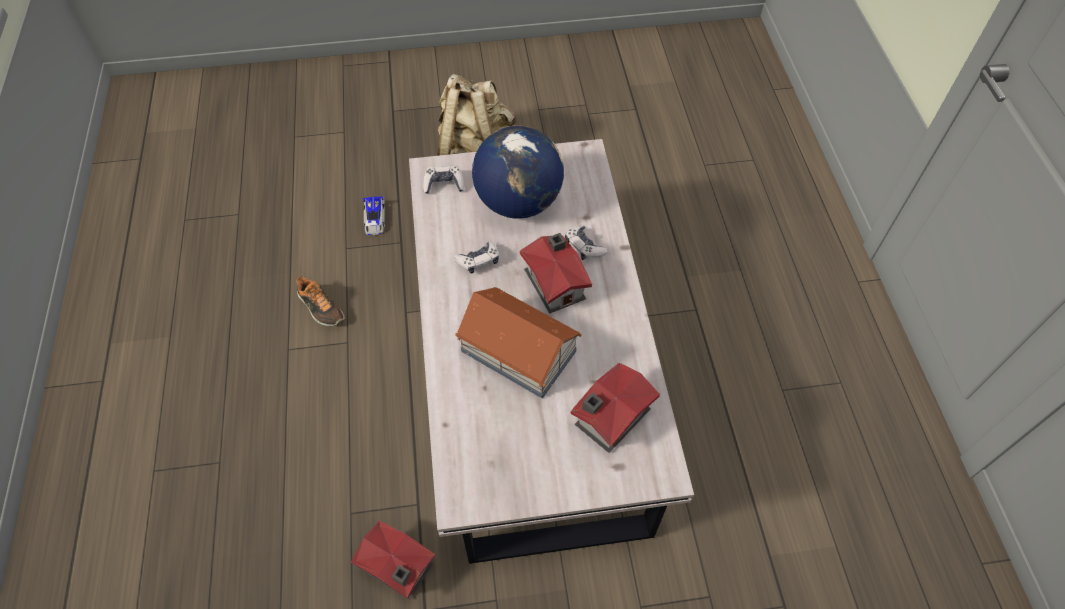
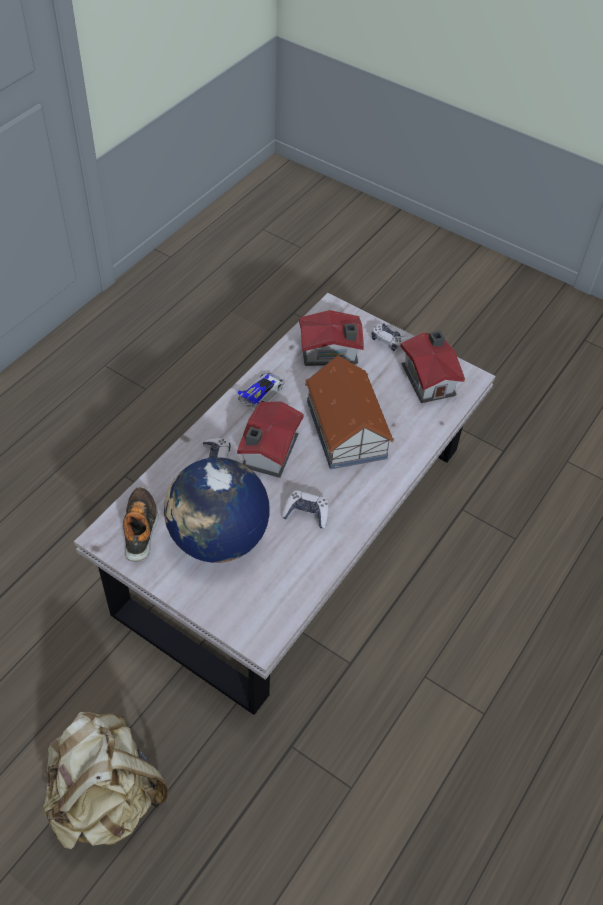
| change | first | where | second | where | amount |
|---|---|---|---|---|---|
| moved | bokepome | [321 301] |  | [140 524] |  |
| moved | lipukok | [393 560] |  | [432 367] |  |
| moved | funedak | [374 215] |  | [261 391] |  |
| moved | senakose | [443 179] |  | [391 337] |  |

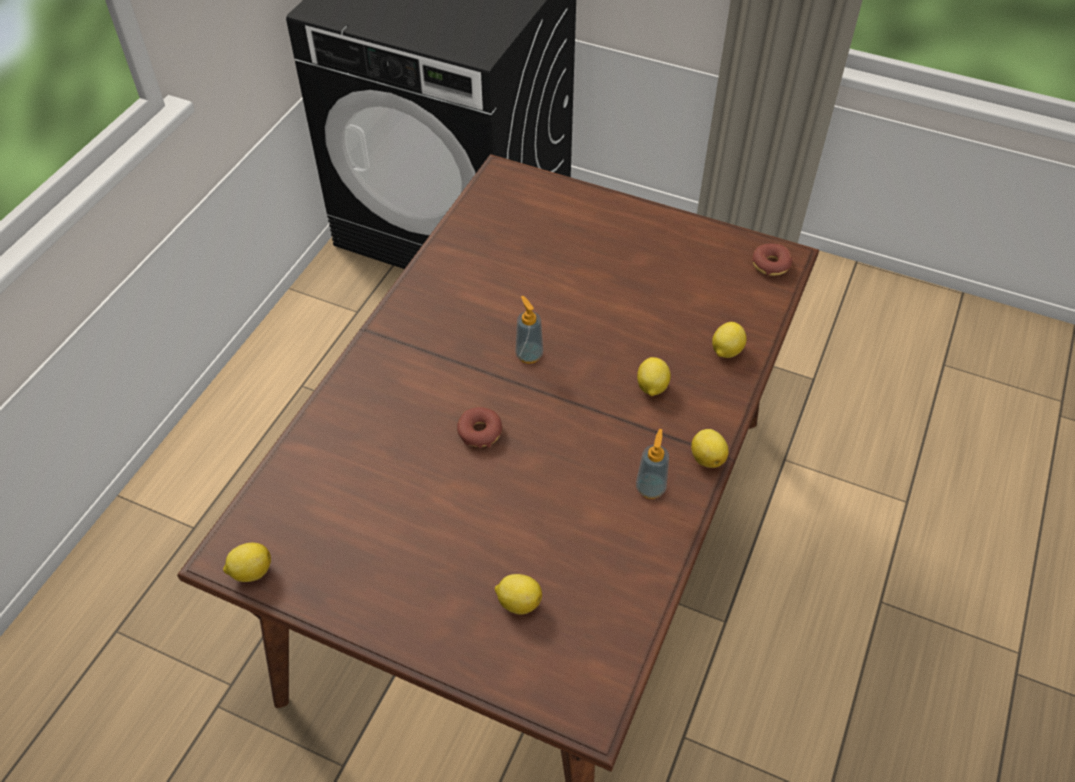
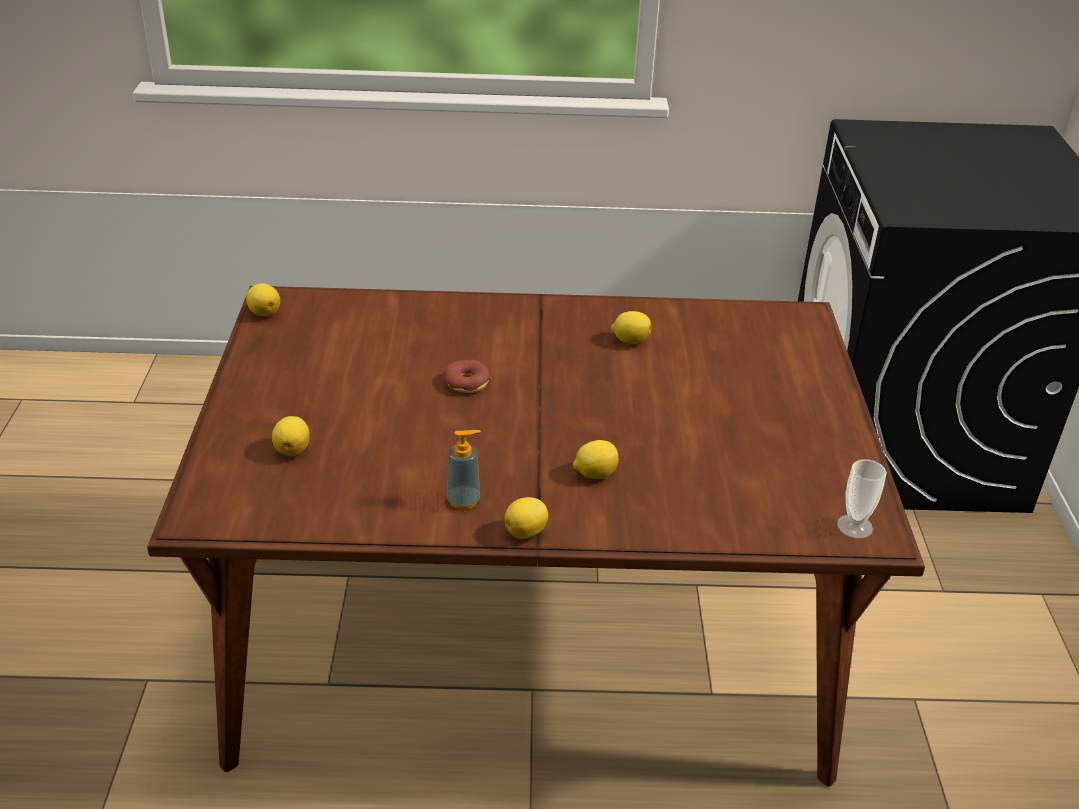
| change | first | where | second | where | amount |
|---|---|---|---|---|---|
| removed | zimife | [529 330] |  |  |  |
| moved | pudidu | [729 340] |  | [631 327] |  |
| replaced | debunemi | [772 260] | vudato | [862 499] |  |

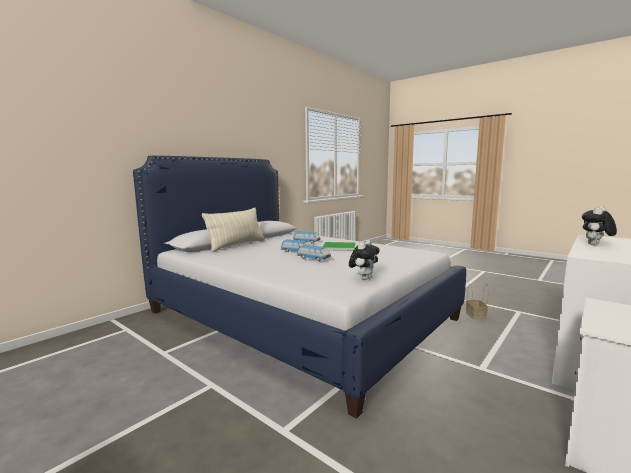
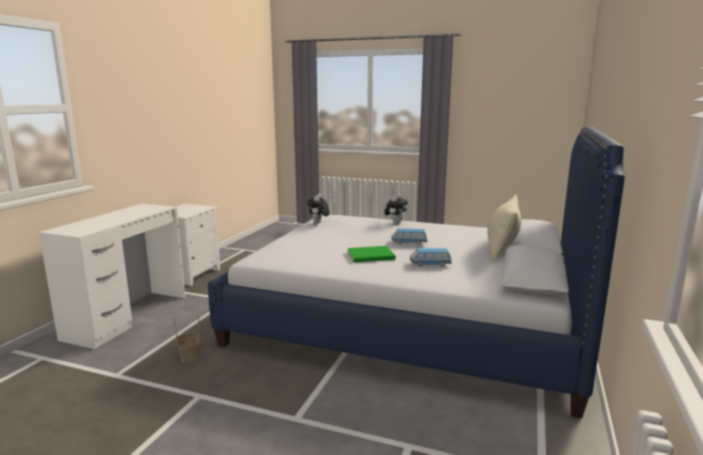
| change | first | where | second | where | amount |
|---|---|---|---|---|---|
| removed | funedak | [314 253] |  |  |  |
| moved | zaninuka | [599 225] |  | [396 209] |  |

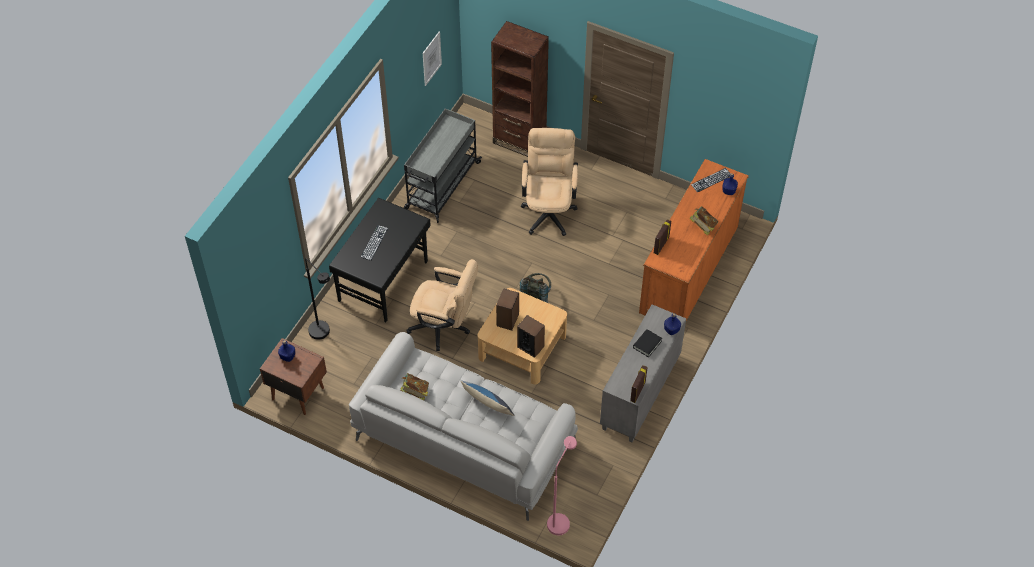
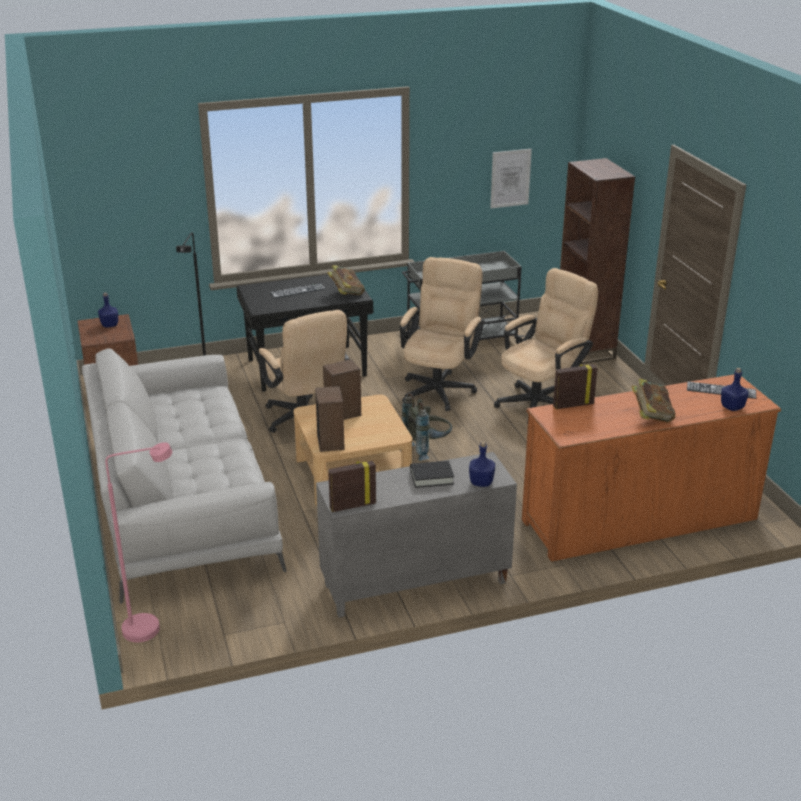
| change | first | where | second | where | amount |
|---|---|---|---|---|---|
| removed | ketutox | [487 398] |  |  |  |
| added |  |  | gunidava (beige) | [442 334] |  |
| moved | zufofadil | [414 386] |  | [346 280] |  |

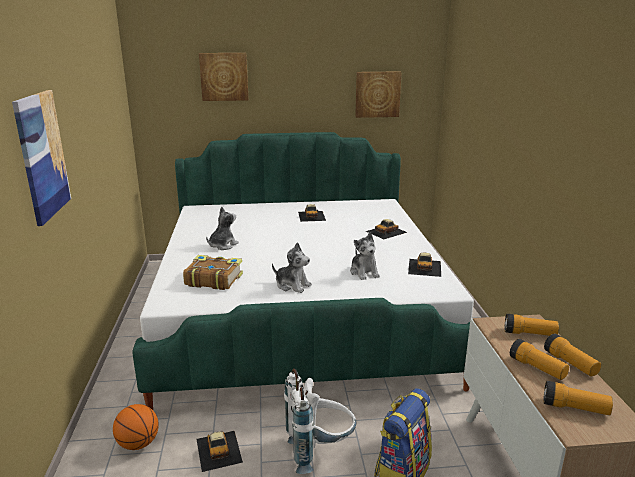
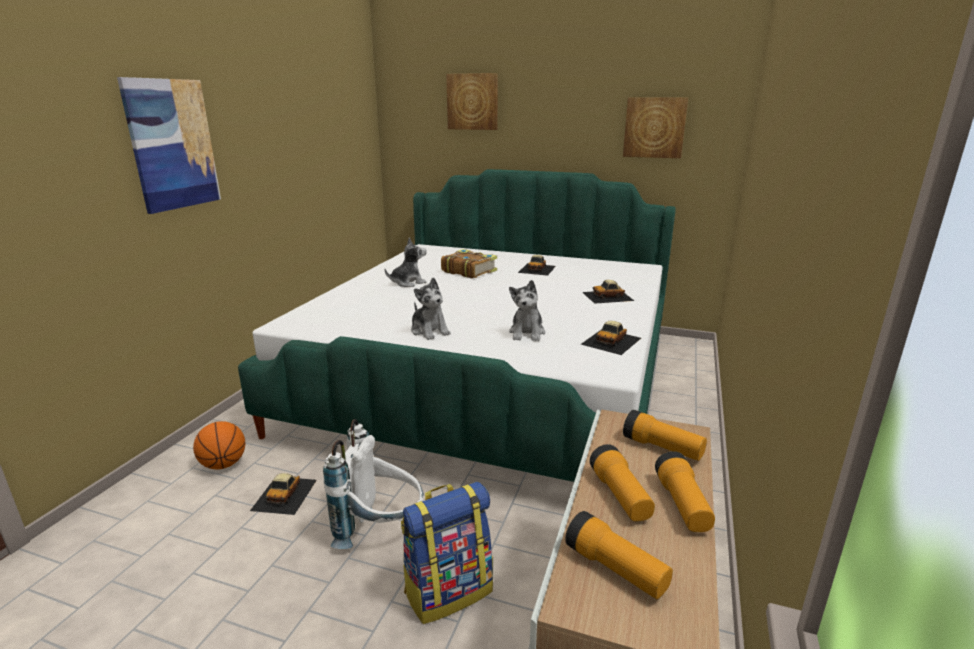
| change | first | where | second | where | amount |
|---|---|---|---|---|---|
| moved | zufofadil | [213 272] |  | [469 263] |  |

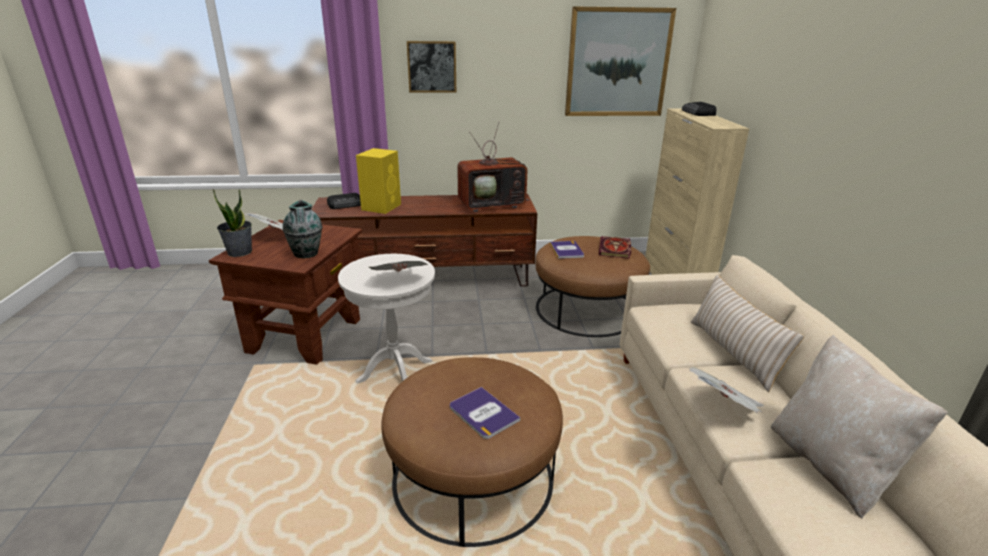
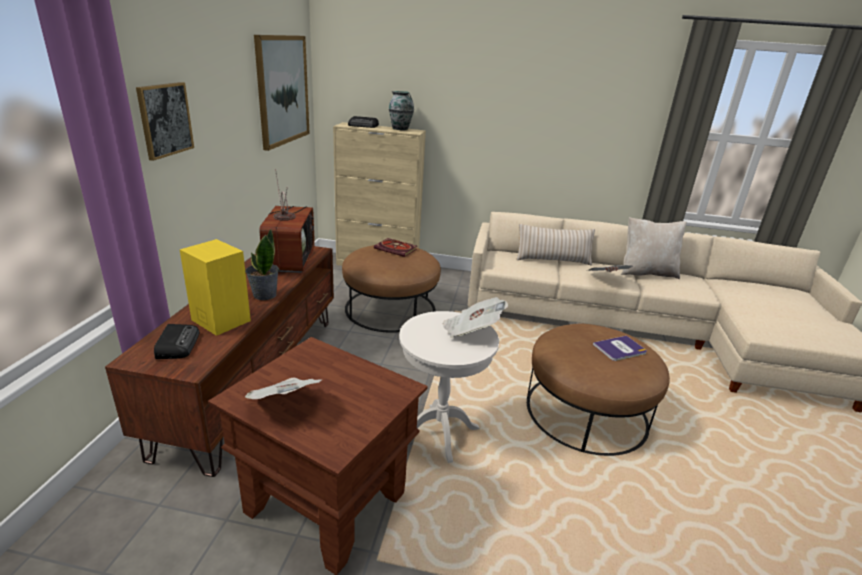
| change | first | where | second | where | amount |
|---|---|---|---|---|---|
| removed | zufofadil | [567 250] |  |  |  |
| moved | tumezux | [232 223] |  | [262 264] |  |
| moved | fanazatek | [302 229] |  | [401 110] |  |

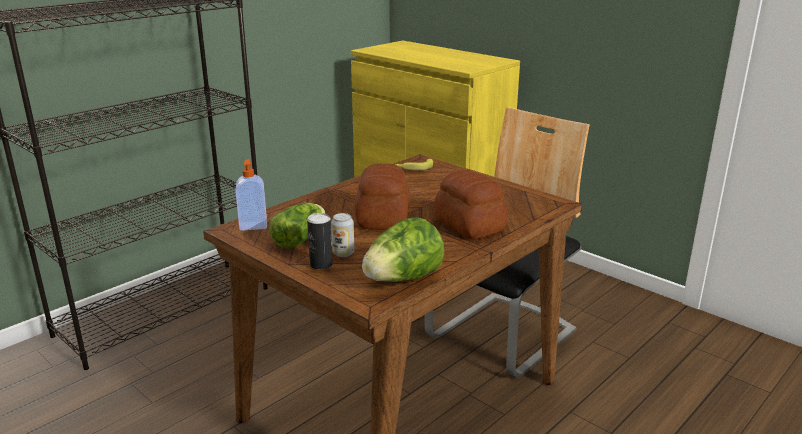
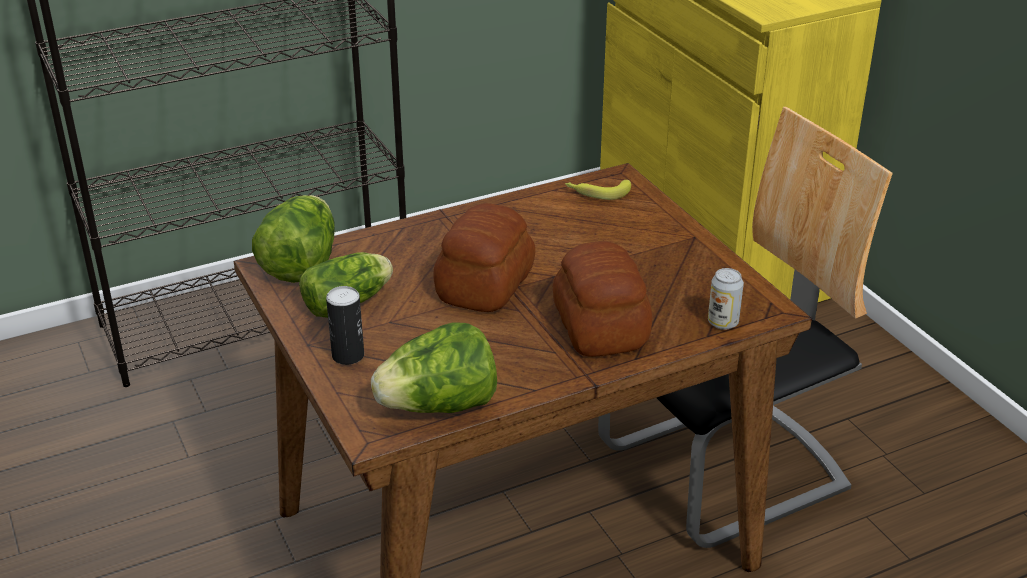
| change | first | where | second | where | amount |
|---|---|---|---|---|---|
| moved | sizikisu | [342 235] |  | [726 299] |  |
| replaced | zimife | [251 195] | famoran | [293 239] |  |

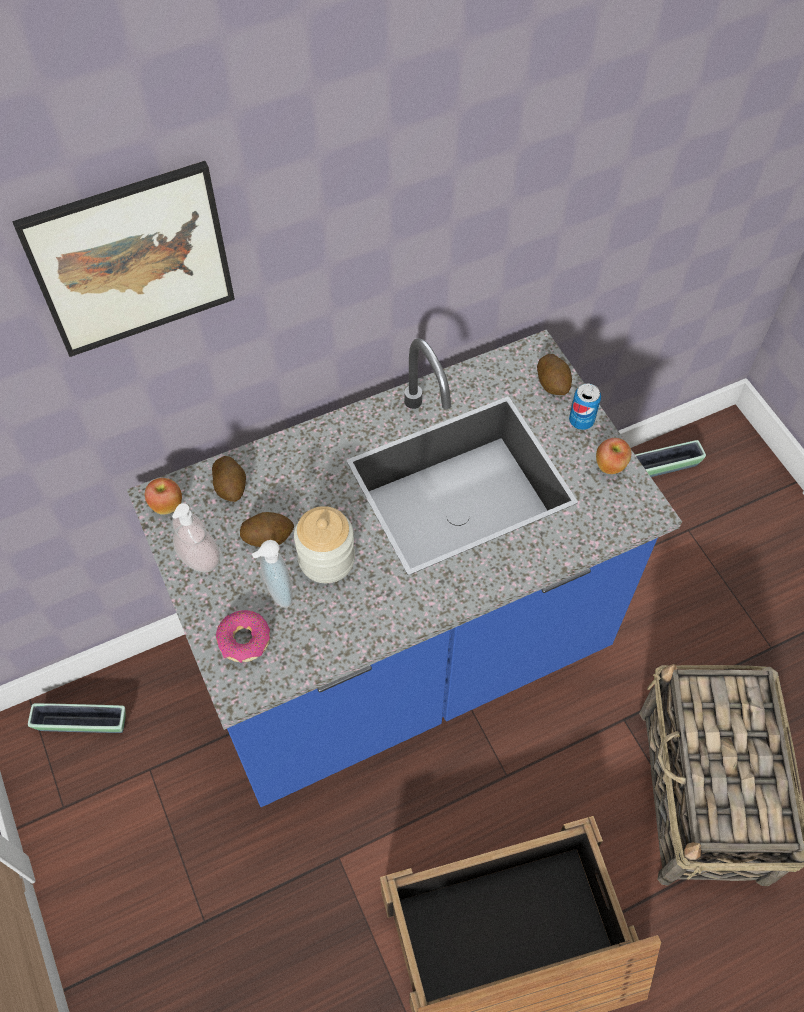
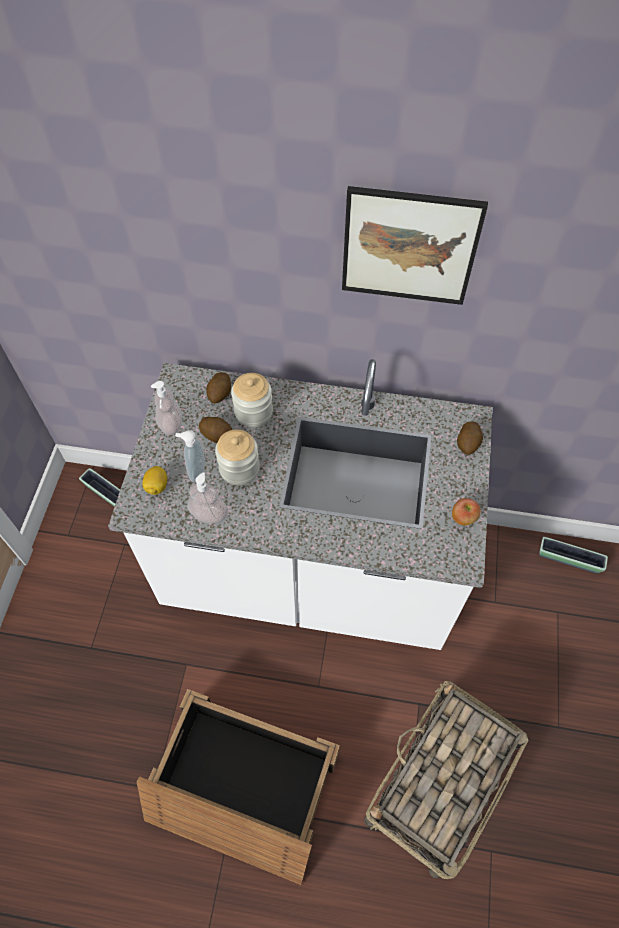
| change | first | where | second | where | amount |
|---|---|---|---|---|---|
| removed | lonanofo | [163 496] |  |  |  |
| removed | sizikisu | [585 406] |  |  |  |
| added |  |  | zimife | [207 497] |  |
| added |  |  | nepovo | [252 400] |  |
| moved | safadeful | [123 259] |  | [415 245] |  |
| replaced | debunemi | [243 636] | pudidu | [154 480] |  |
| recoloured | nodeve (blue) | [404 568] | nodeve (white) | [300 504] |  |

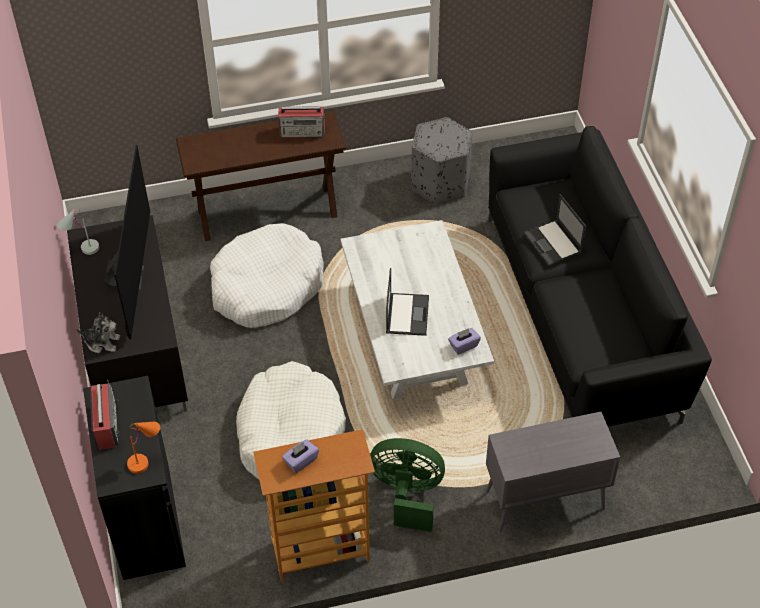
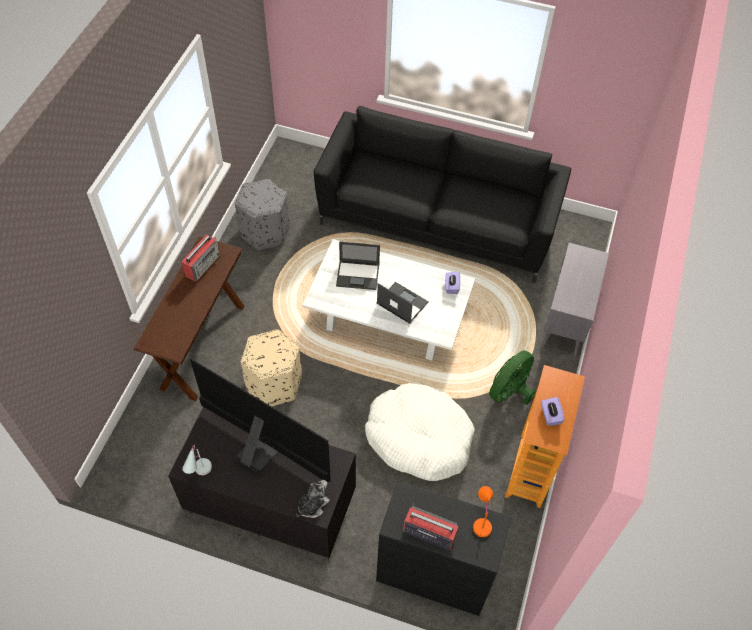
| change | first | where | second | where | amount |
|---|---|---|---|---|---|
| moved | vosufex | [555 230] |  | [358 266] |  |
| replaced | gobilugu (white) | [267 275] | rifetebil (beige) | [271 367] |  |

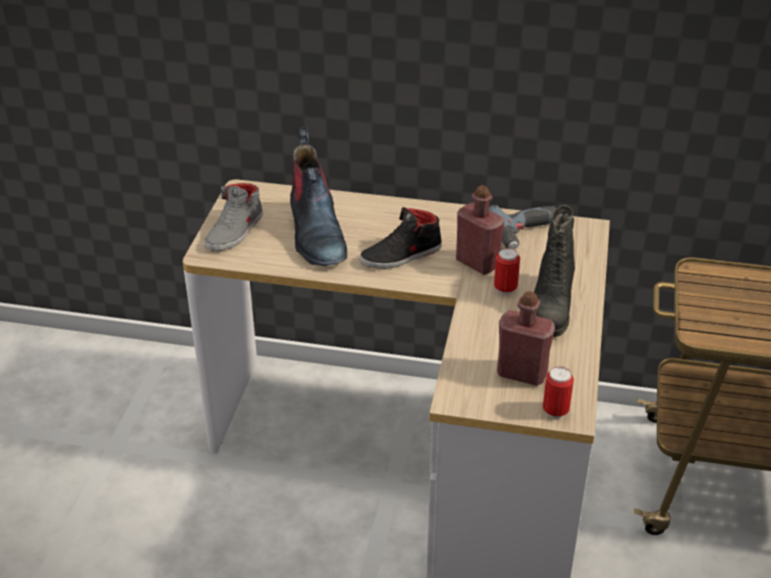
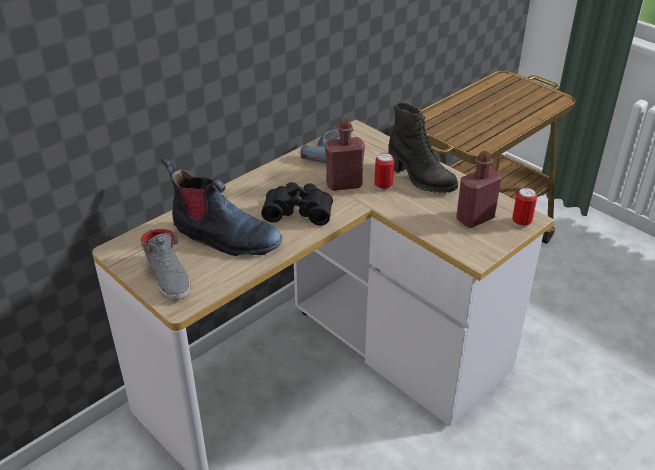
| change | first | where | second | where | amount |
|---|---|---|---|---|---|
| replaced | bokepome (black) | [401 238] | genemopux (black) | [297 204] |  |

